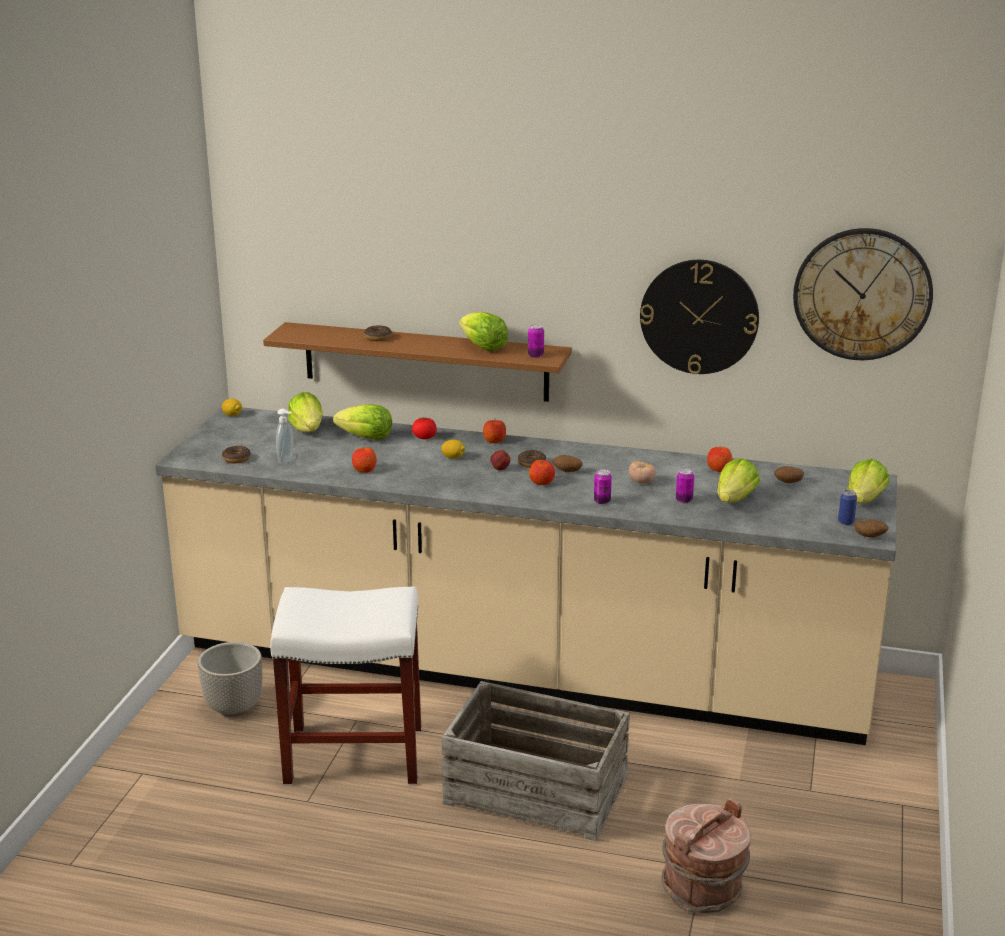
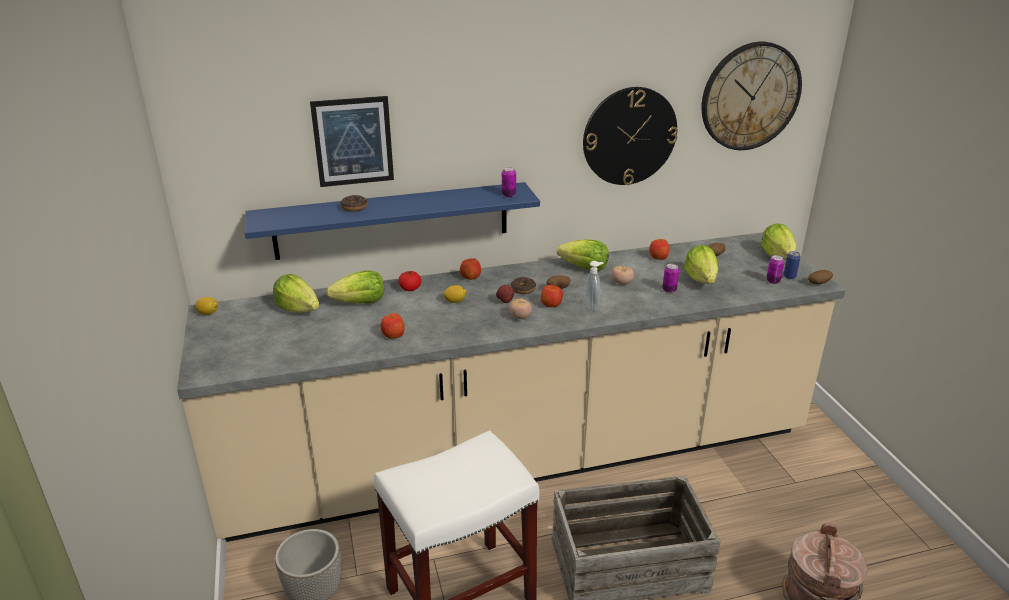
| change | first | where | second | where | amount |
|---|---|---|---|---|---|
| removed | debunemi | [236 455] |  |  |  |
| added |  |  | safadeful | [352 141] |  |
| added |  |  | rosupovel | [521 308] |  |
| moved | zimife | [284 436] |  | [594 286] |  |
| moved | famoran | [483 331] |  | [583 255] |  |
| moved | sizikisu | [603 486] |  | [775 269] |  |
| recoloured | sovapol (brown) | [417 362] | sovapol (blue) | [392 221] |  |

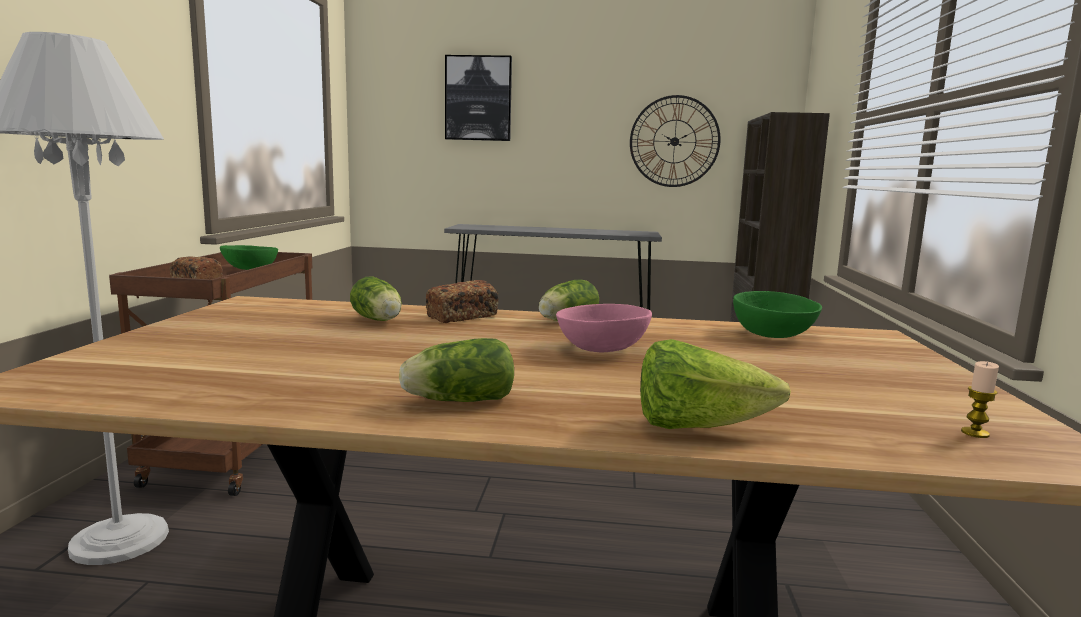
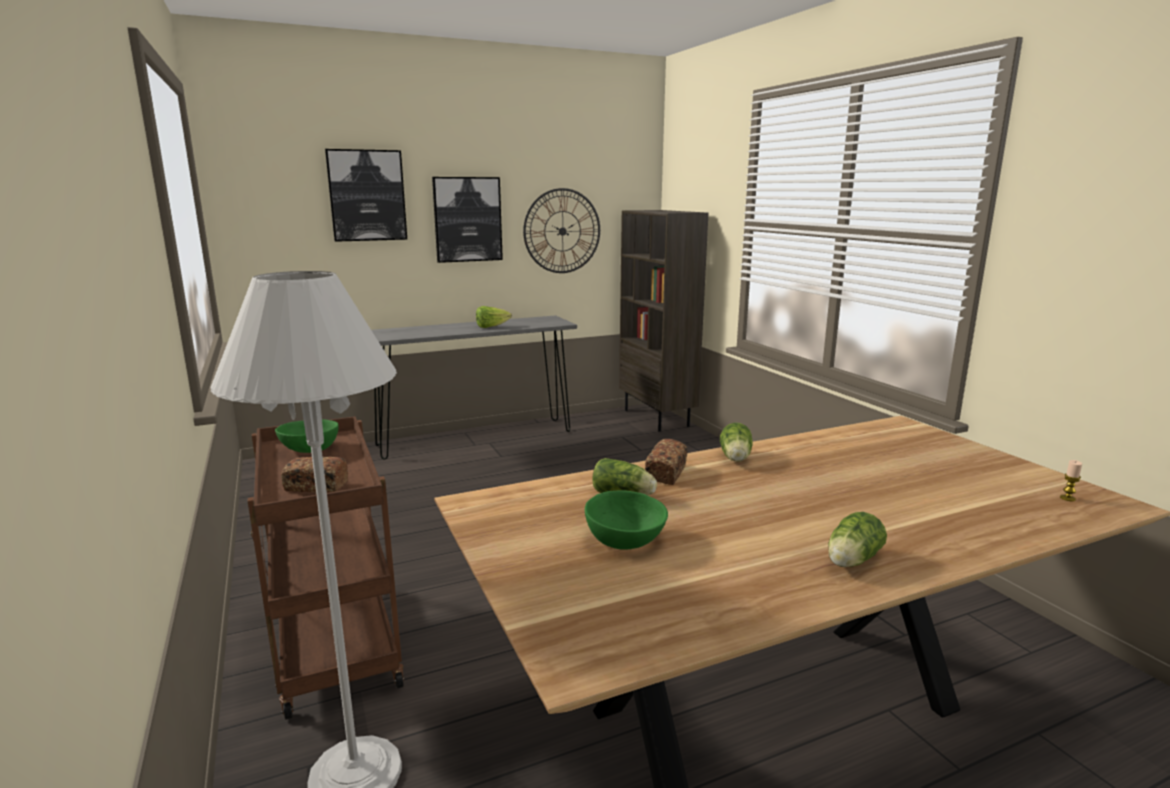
| change | first | where | second | where | amount |
|---|---|---|---|---|---|
| removed | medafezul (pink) | [604 328] |  |  |  |
| added |  |  | safadeful | [467 220] |  |
| moved | famoran | [715 384] |  | [494 317] |  |
| moved | medafezul (green) | [777 314] |  | [626 520] |  |

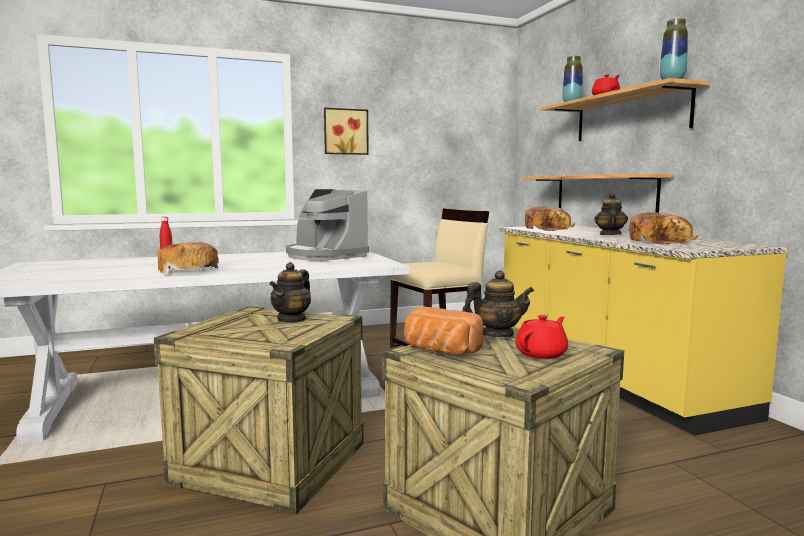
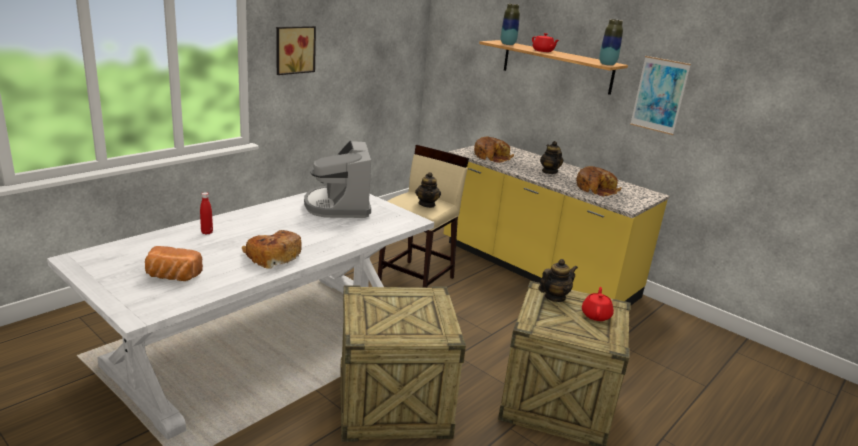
| change | first | where | second | where | amount |
|---|---|---|---|---|---|
| removed | sovapol | [598 193] |  |  |  |
| added |  |  | safadeful | [660 95] |  |
| moved | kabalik | [290 292] |  | [428 190] |  |
| moved | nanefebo | [444 330] |  | [174 263] |  |
| turned | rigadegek | [327 225] |  | [337 179] | 60 degrees clockwise |

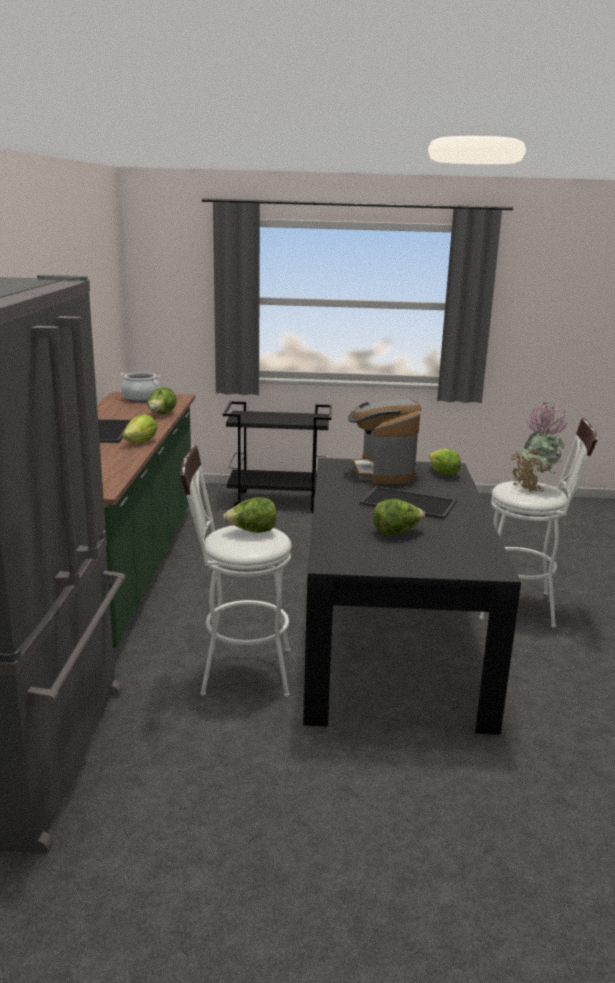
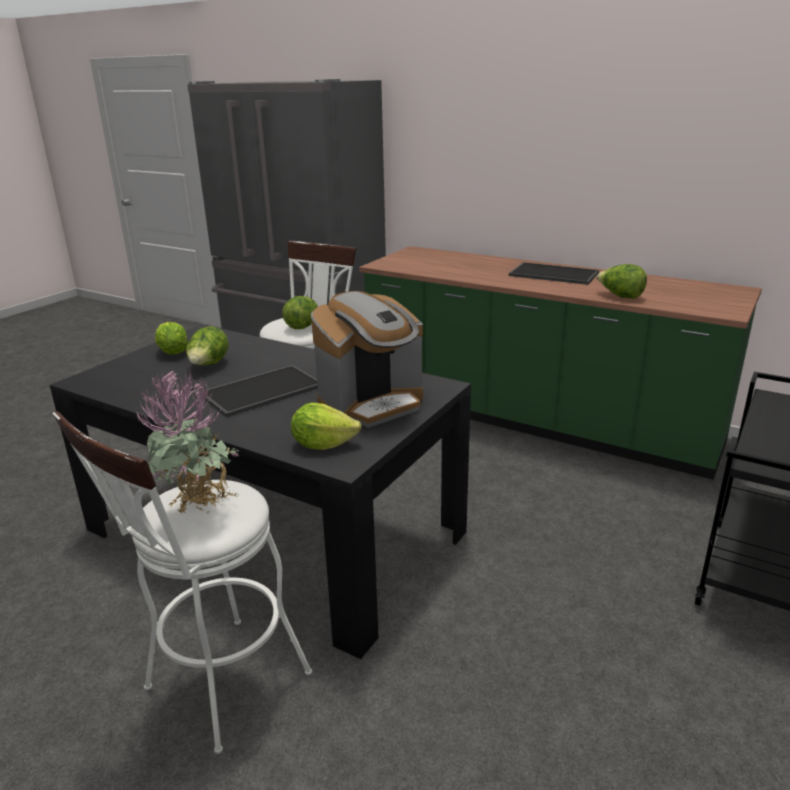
| change | first | where | second | where | amount |
|---|---|---|---|---|---|
| removed | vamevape | [140 387] |  |  |  |
| moved | famoran | [139 428] |  | [172 338] |  |
| turned | rigadegek | [385 441] |  | [367 359] | 120 degrees clockwise |

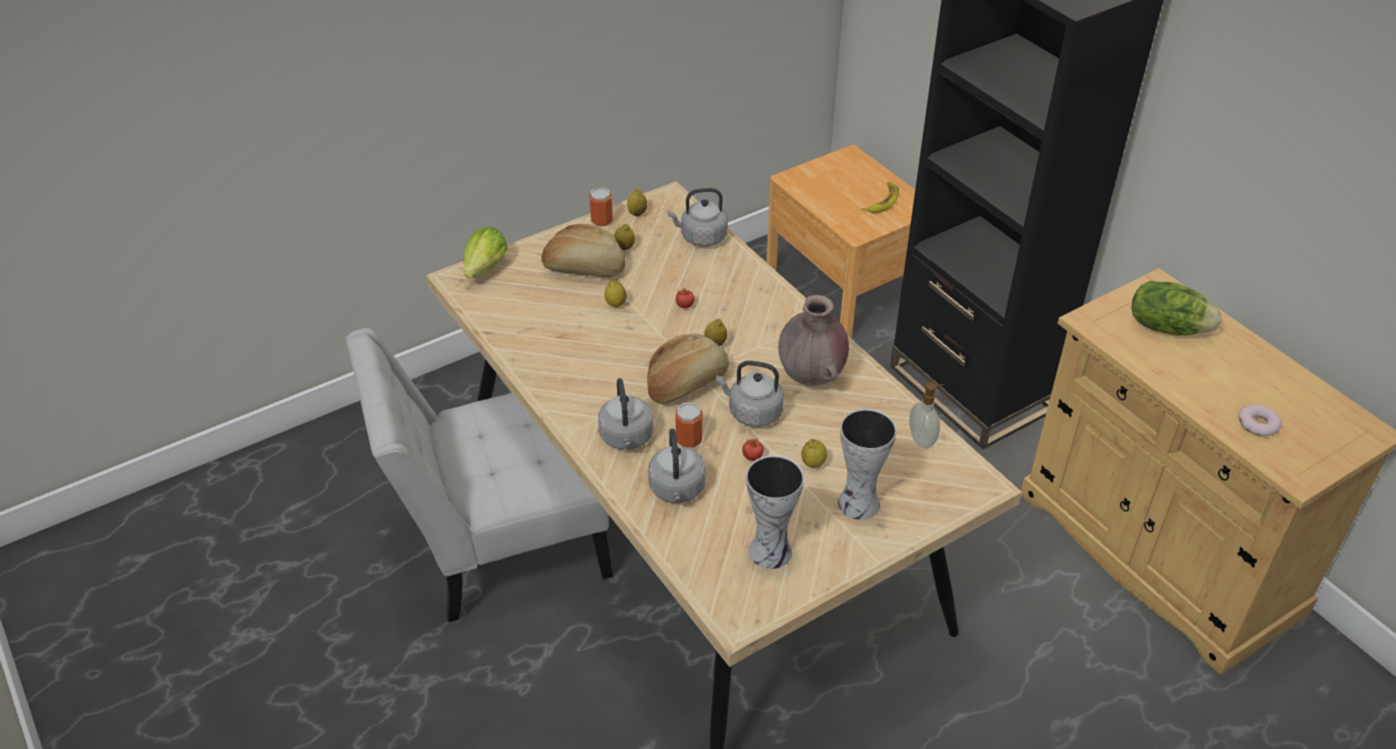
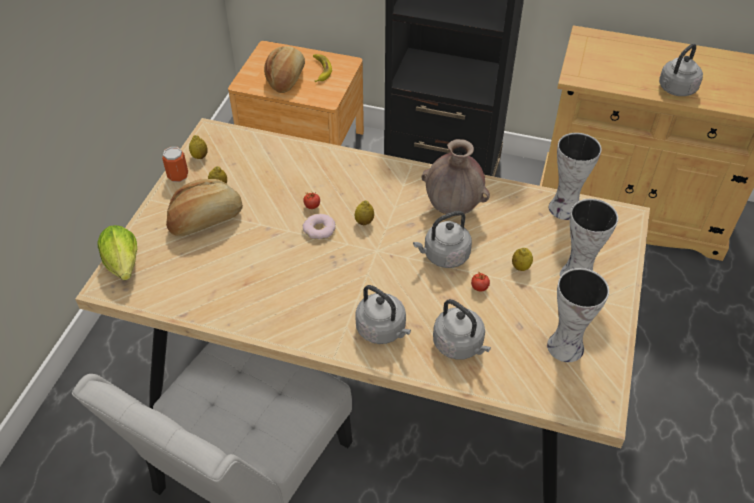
| change | first | where | second | where | amount |
|---|---|---|---|---|---|
| removed | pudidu | [615 293] |  |  |  |
| removed | sizikisu | [688 425] |  |  |  |
| removed | famoran | [1177 308] |  |  |  |
| moved | nanefebo | [688 368] |  | [284 69] |  |
| moved | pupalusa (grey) | [697 217] |  | [681 69] |  |
| moved | debunemi | [1260 420] |  | [319 227] |  |
| replaced | zimife | [926 415] | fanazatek | [575 176] |  |

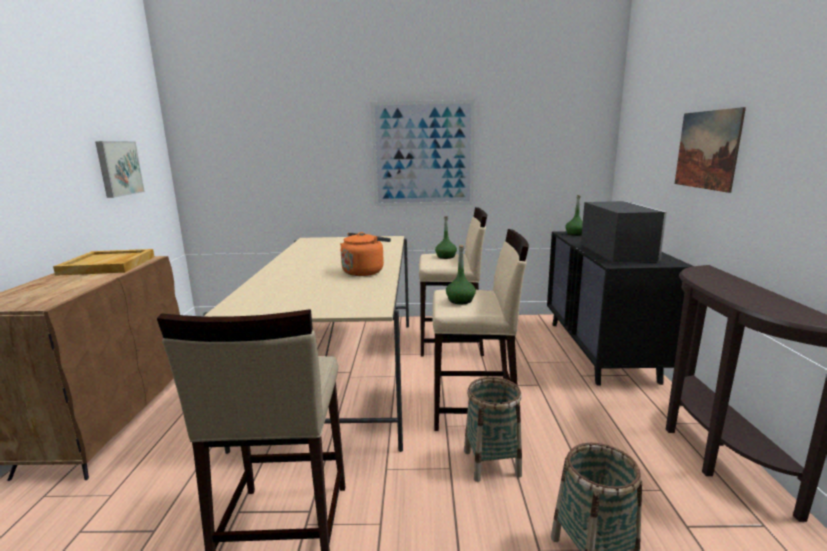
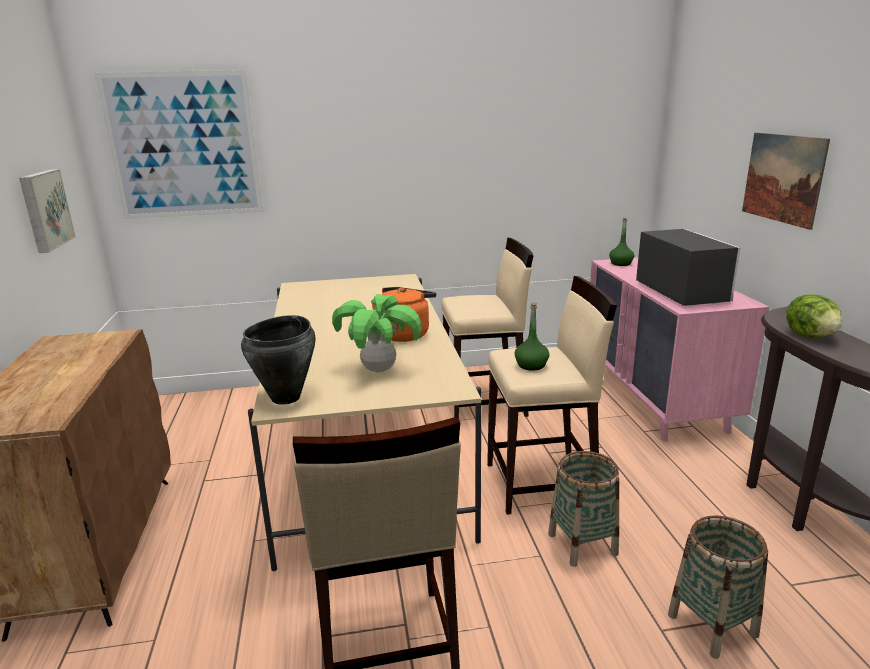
| change | first | where | second | where | amount |
|---|---|---|---|---|---|
| removed | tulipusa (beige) | [104 262] |  |  |  |
| removed | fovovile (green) | [446 237] |  |  |  |
| added |  |  | vamevape (black) | [278 360] |  |
| added |  |  | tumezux | [377 333] |  |
| added |  |  | famoran | [814 316] |  |
| moved | safadeful | [423 153] |  | [179 144] |  |
| recoloured | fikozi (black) | [620 308] | fikozi (pink) | [679 349] |  |

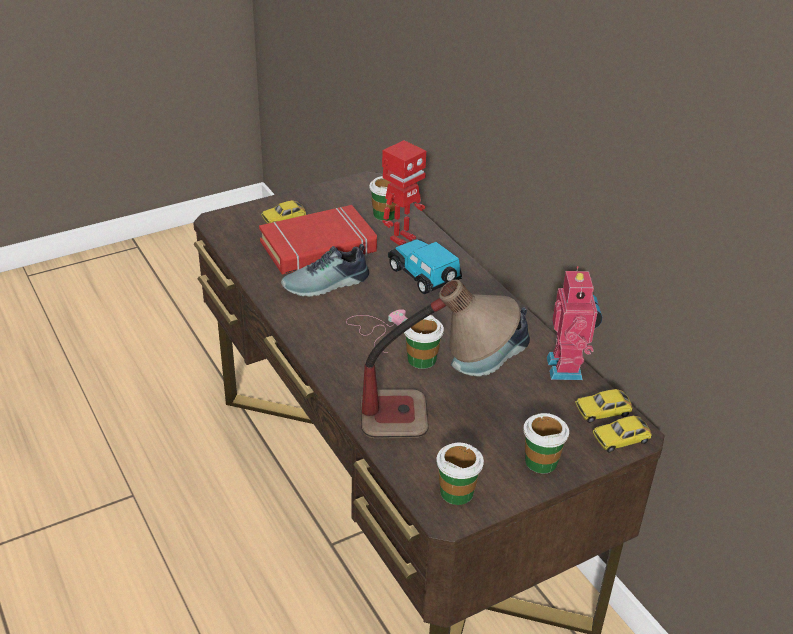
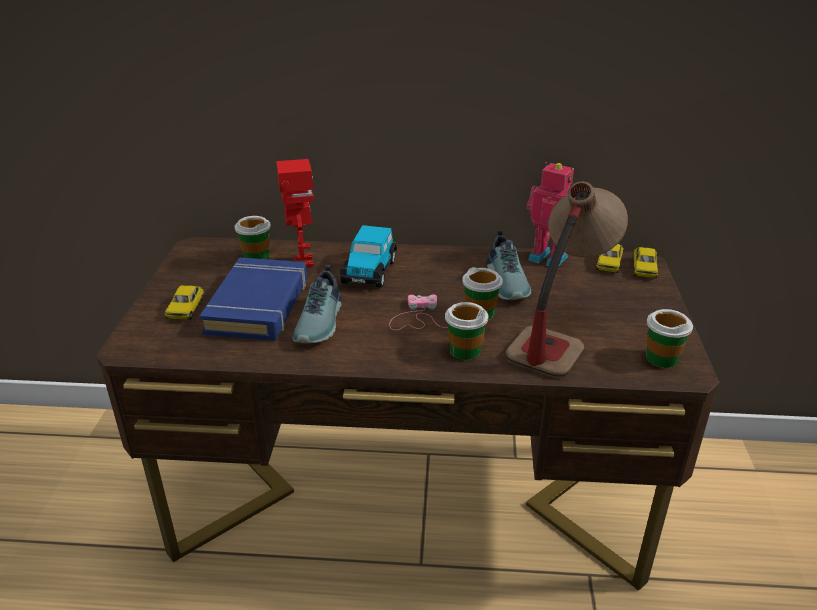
| change | first | where | second | where | amount |
|---|---|---|---|---|---|
| moved | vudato | [546 443] |  | [466 331] |  |
| recoloured | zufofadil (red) | [318 239] | zufofadil (blue) | [253 299] |  |
| turned | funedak | [425 266] |  | [368 256] | 75 degrees counterclockwise |

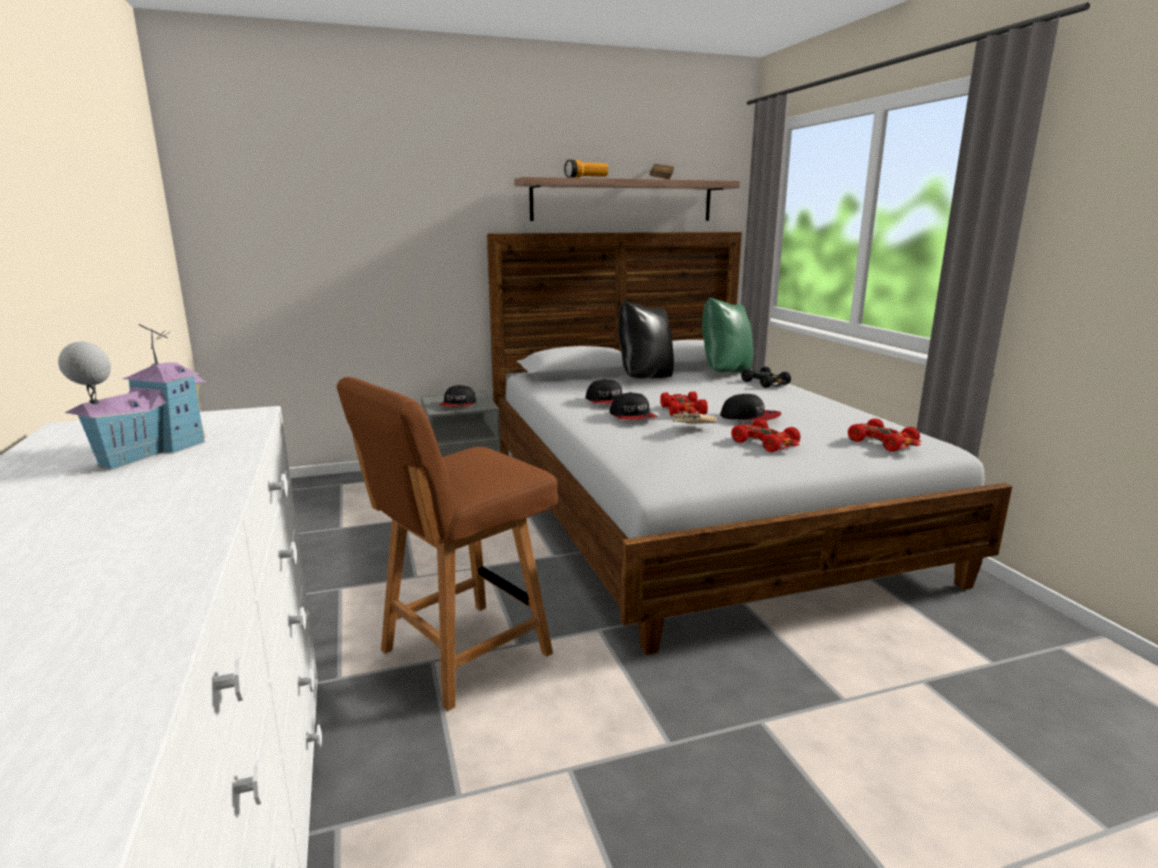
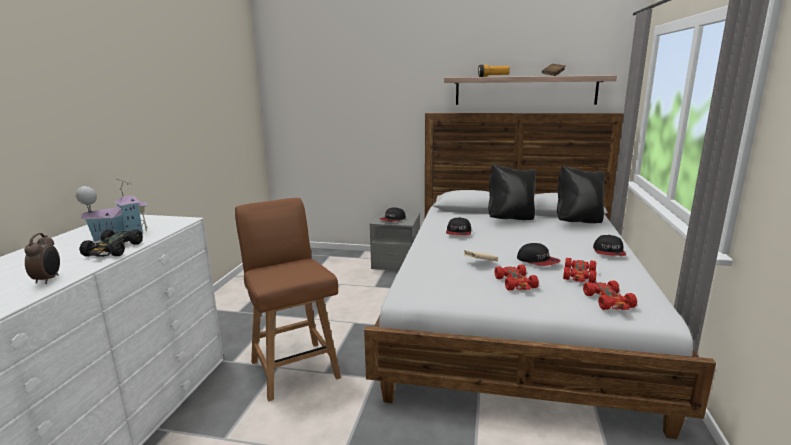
| change | first | where | second | where | amount |
|---|---|---|---|---|---|
| added |  |  | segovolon | [42 258] |  |
| moved | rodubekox | [633 406] |  | [609 245] |  |
| moved | funedak (red) | [684 403] |  | [580 270] |  |
| moved | funedak (black) | [766 377] |  | [111 243] |  |
| recoloured | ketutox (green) | [727 334] | ketutox (black) | [581 194] |  |
| turned | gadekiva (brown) | [447 544] |  | [288 299] | 75 degrees clockwise |

